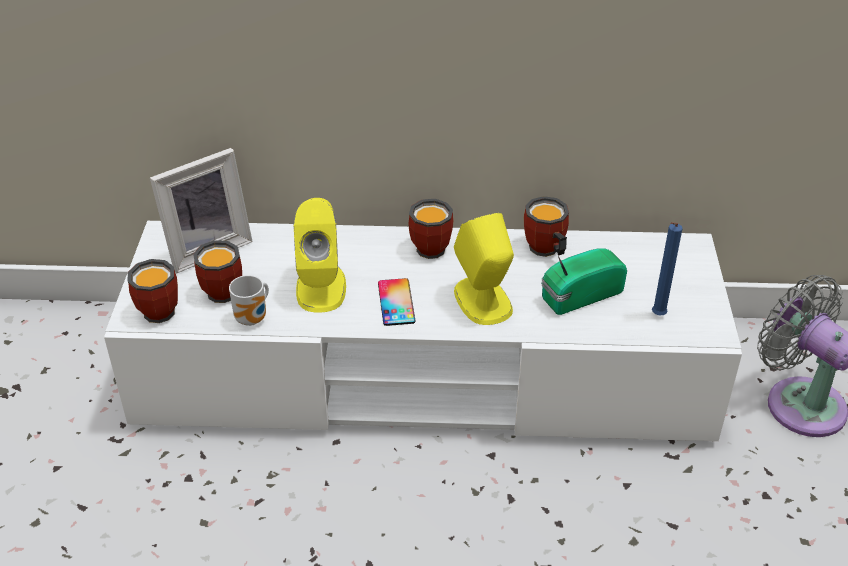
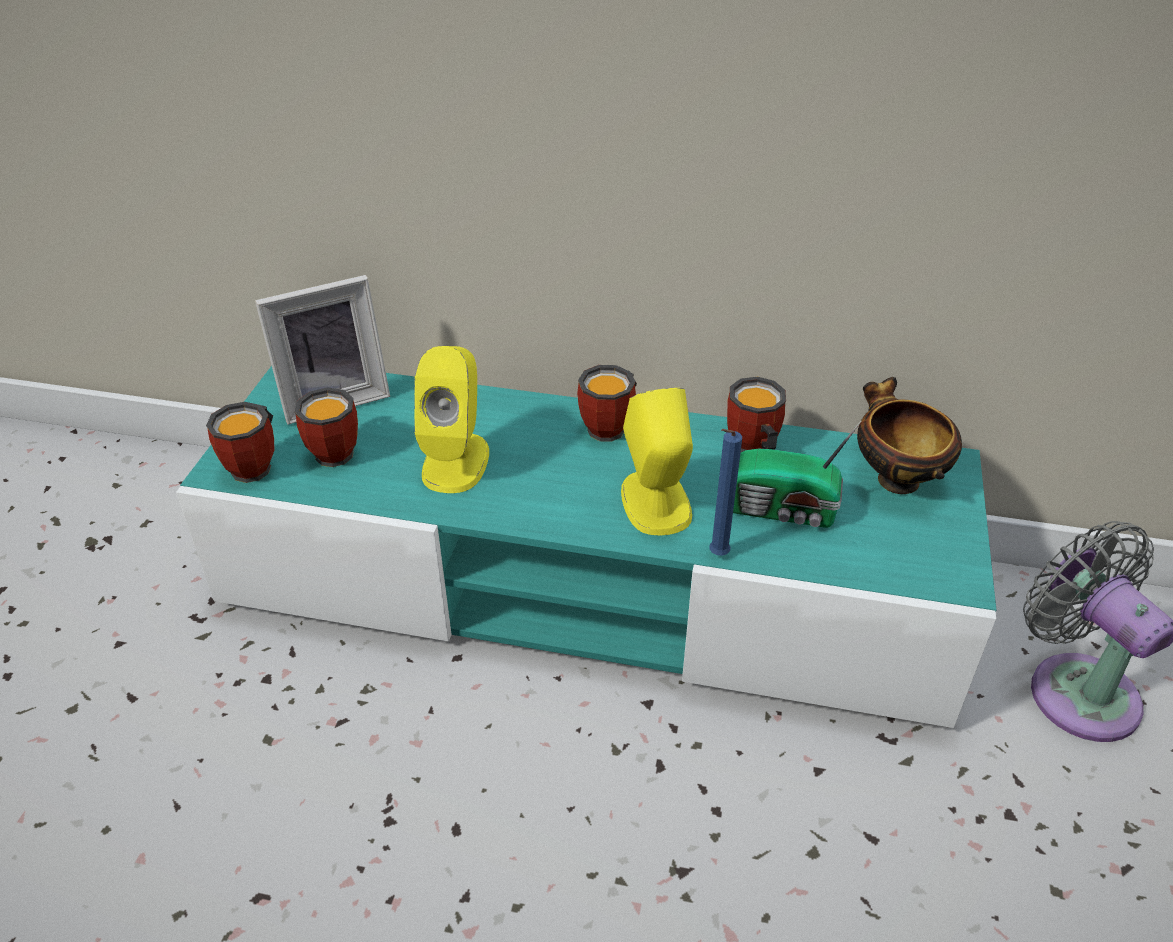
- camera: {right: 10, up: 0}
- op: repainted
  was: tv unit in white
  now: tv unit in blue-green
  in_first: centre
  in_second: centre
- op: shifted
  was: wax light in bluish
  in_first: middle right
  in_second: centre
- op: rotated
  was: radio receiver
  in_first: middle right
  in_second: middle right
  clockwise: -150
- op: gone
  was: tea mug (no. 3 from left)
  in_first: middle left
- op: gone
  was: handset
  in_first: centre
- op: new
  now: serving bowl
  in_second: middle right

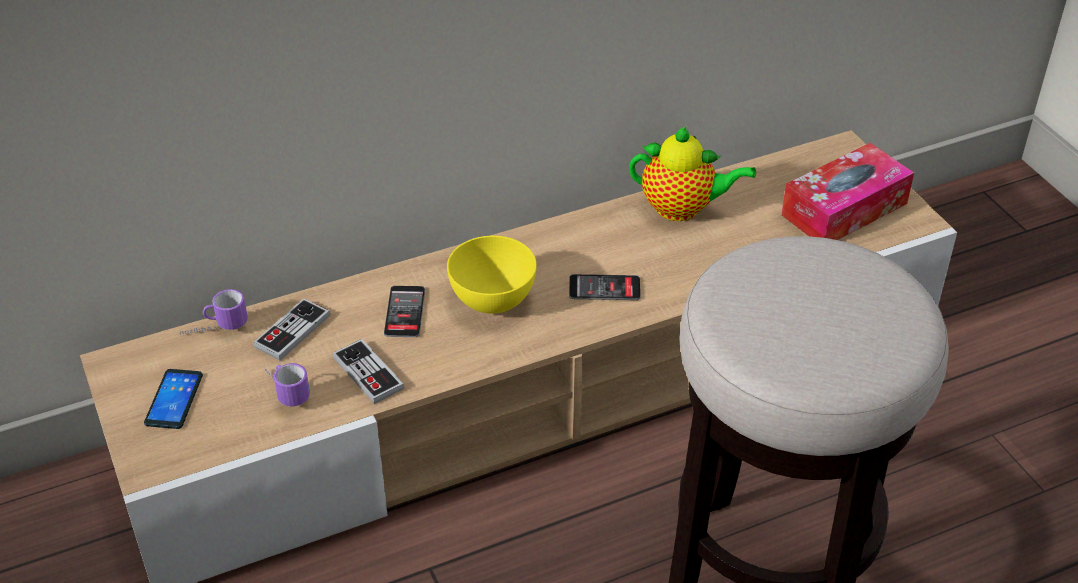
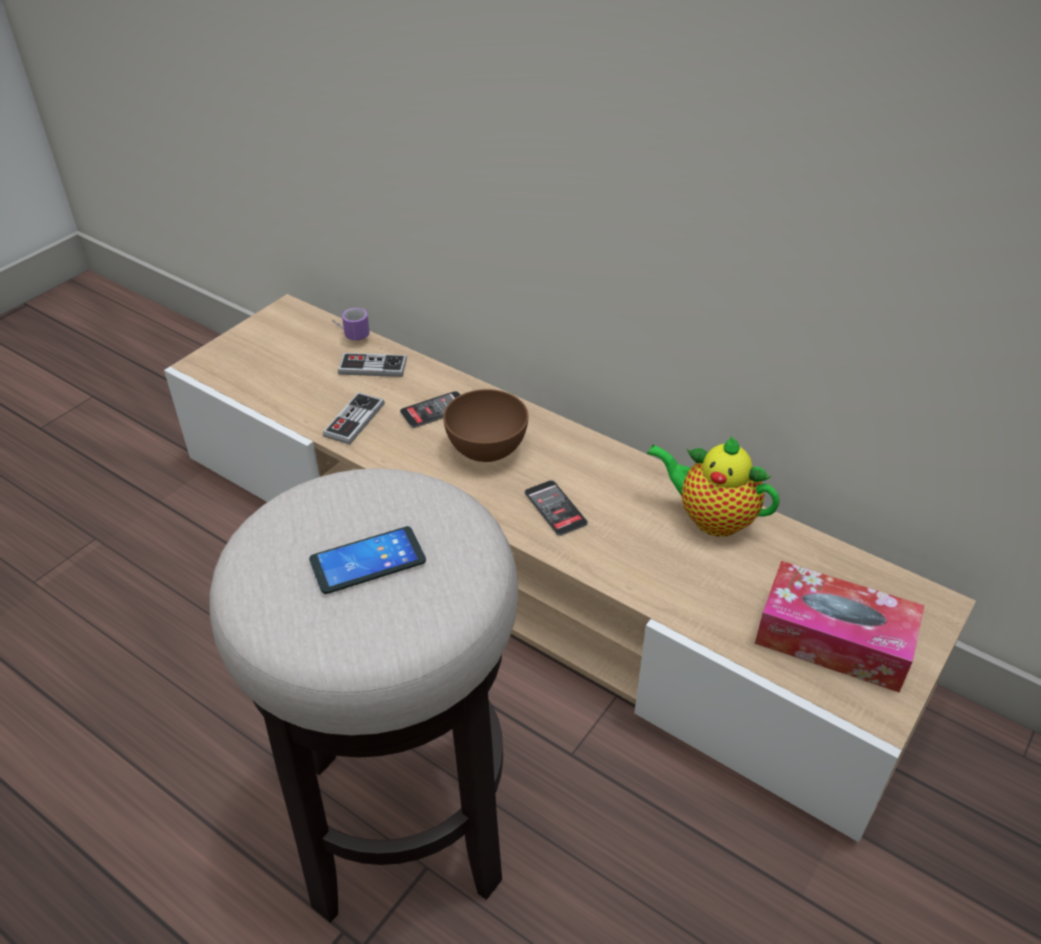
- camera: {right: 60, up: 0}
- op: rotated
  was: teapot
  in_first: top centre
  in_second: middle right
  clockwise: 135
- op: repainted
  was: serving bowl in yellowish
  now: serving bowl in brownish
  in_first: centre
  in_second: centre
- op: gone
  was: tea mug (no. 2 from left)
  in_first: middle left
- op: shifted
  was: handset (no. 1 from left)
  in_first: bottom left
  in_second: centre

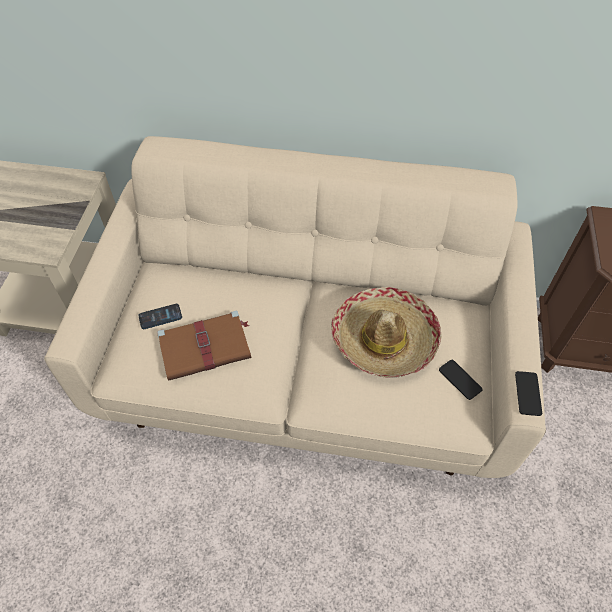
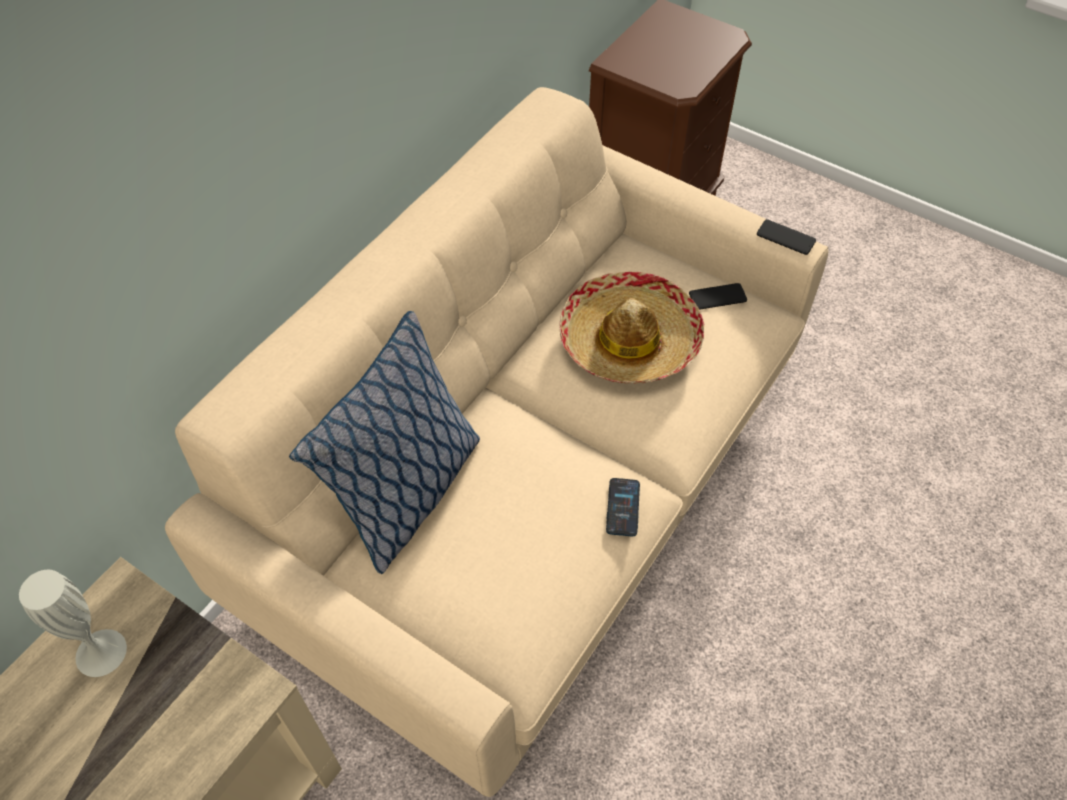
- camera: {right: -65, up: 0}
- op: shifted
  was: handset (no. 1 from left)
  in_first: middle left
  in_second: centre
- op: gone
  was: book in brownish
  in_first: centre
- op: new
  now: cushion
  in_second: centre
- op: new
  now: vase in white
  in_second: bottom left

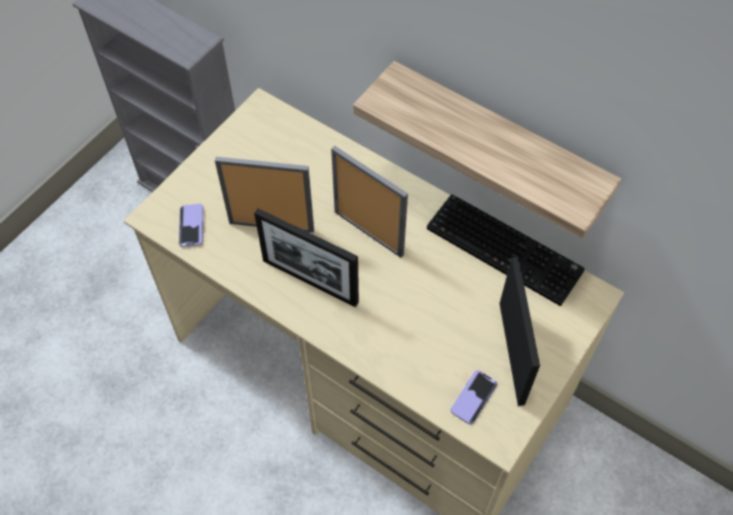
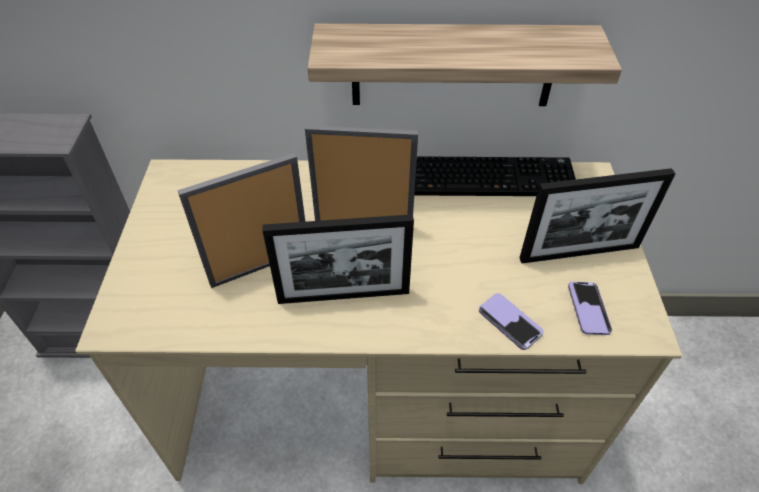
- camera: {right: -35, up: -10}
- op: shifted
  was: handset (no. 1 from left)
  in_first: middle left
  in_second: middle right
- op: rotated
  was: standing frame (no. 4 from left)
  in_first: middle right
  in_second: middle right
  clockwise: 120

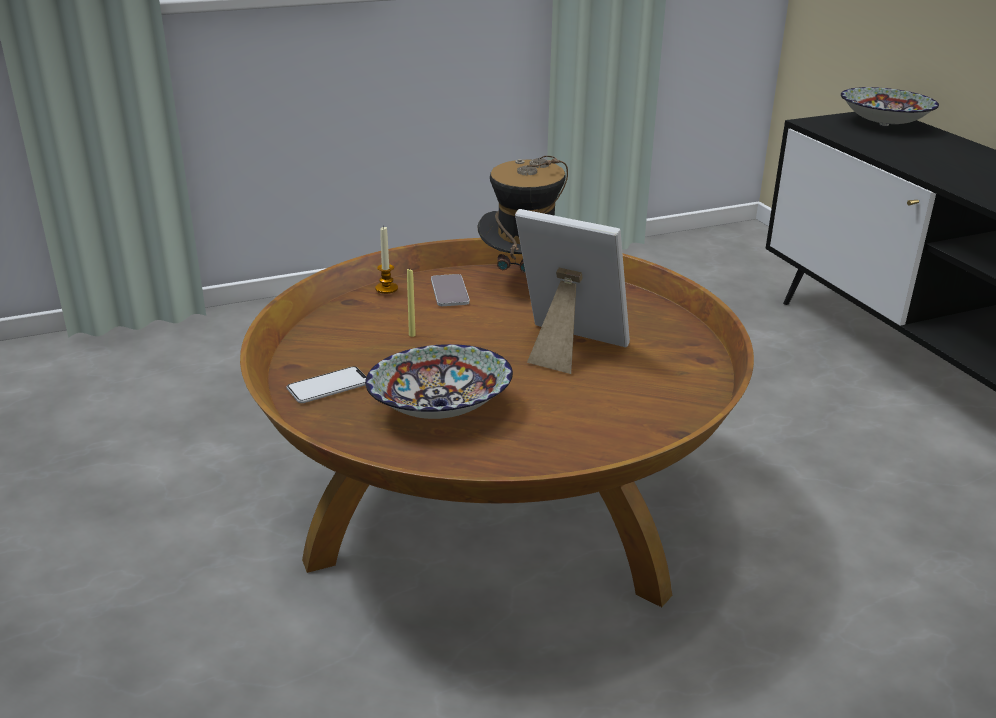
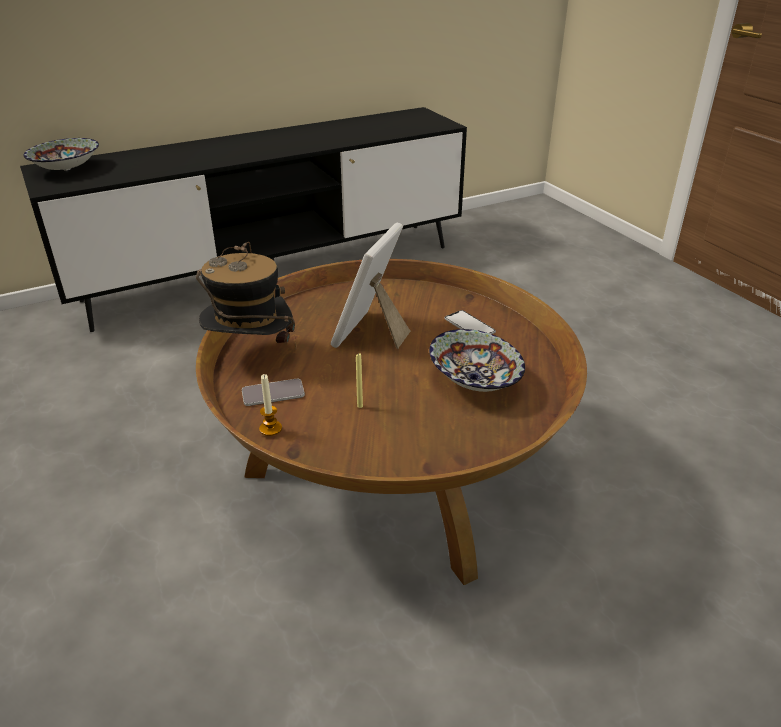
- camera: {right: -95, up: 5}
- op: shifted
  was: handset (no. 1 from left in the first image)
  now: handset (no. 2 from left)
  in_first: middle left
  in_second: centre

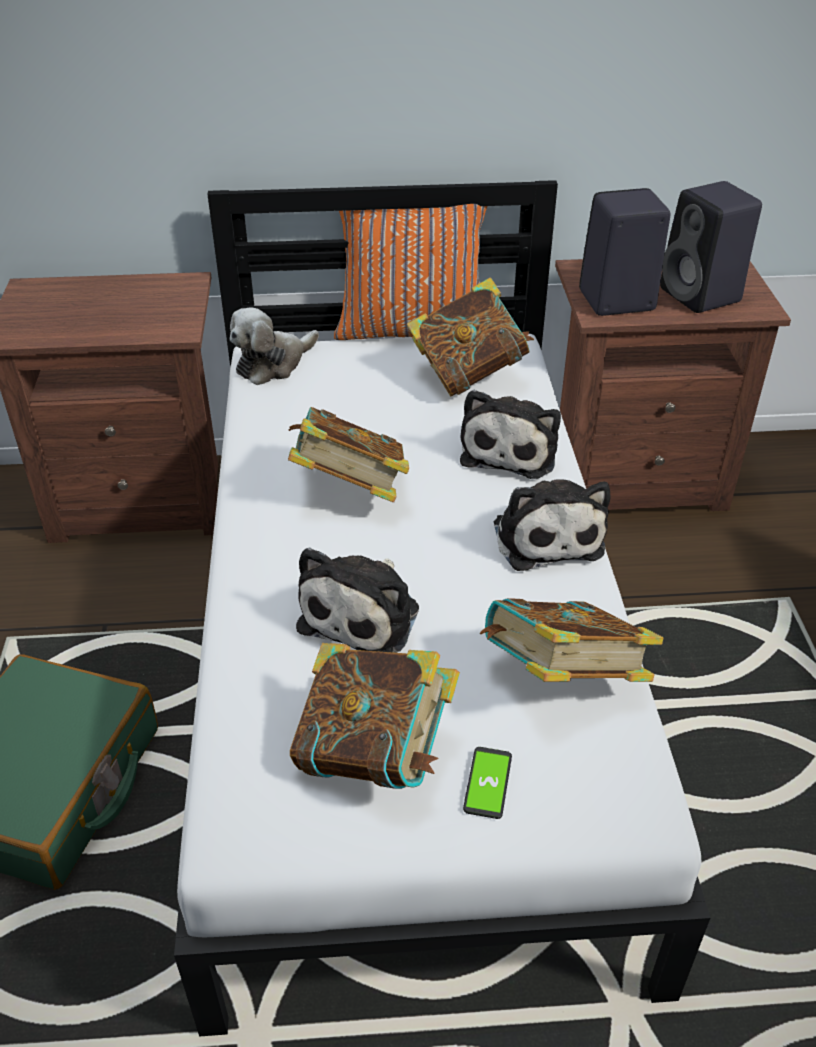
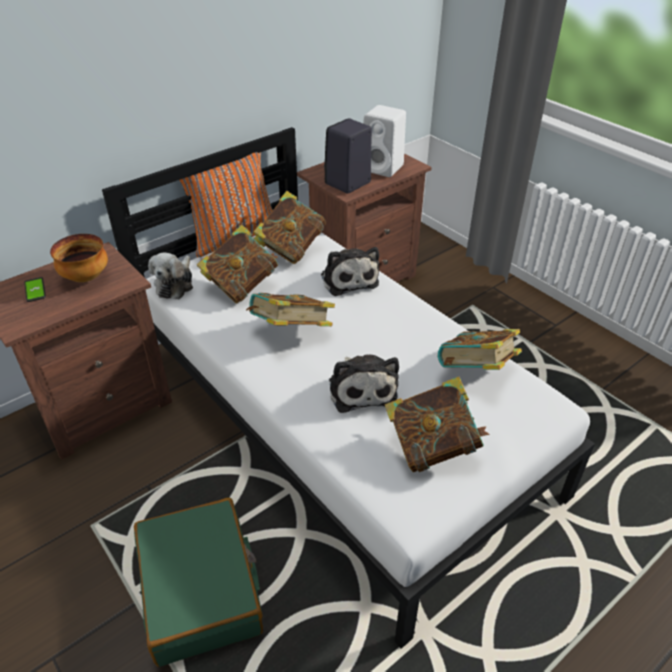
- camera: {right: -35, up: 0}
- op: repainted
  was: speaker in black-coloured (no. 2 from left)
  now: speaker in white
  in_first: top right
  in_second: top centre
- op: gone
  was: cuddly toy (no. 4 from left)
  in_first: middle right
- op: shifted
  was: handset
  in_first: bottom centre
  in_second: middle left
- op: new
  now: book (no. 1 from left)
  in_second: centre
- op: new
  now: serving bowl
  in_second: middle left

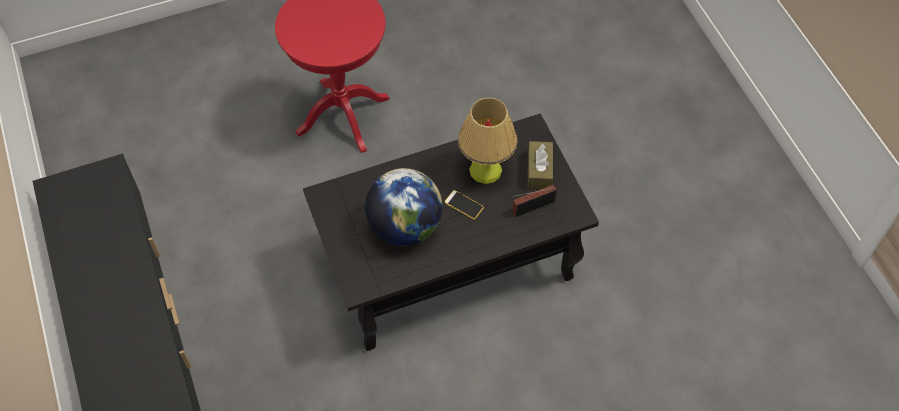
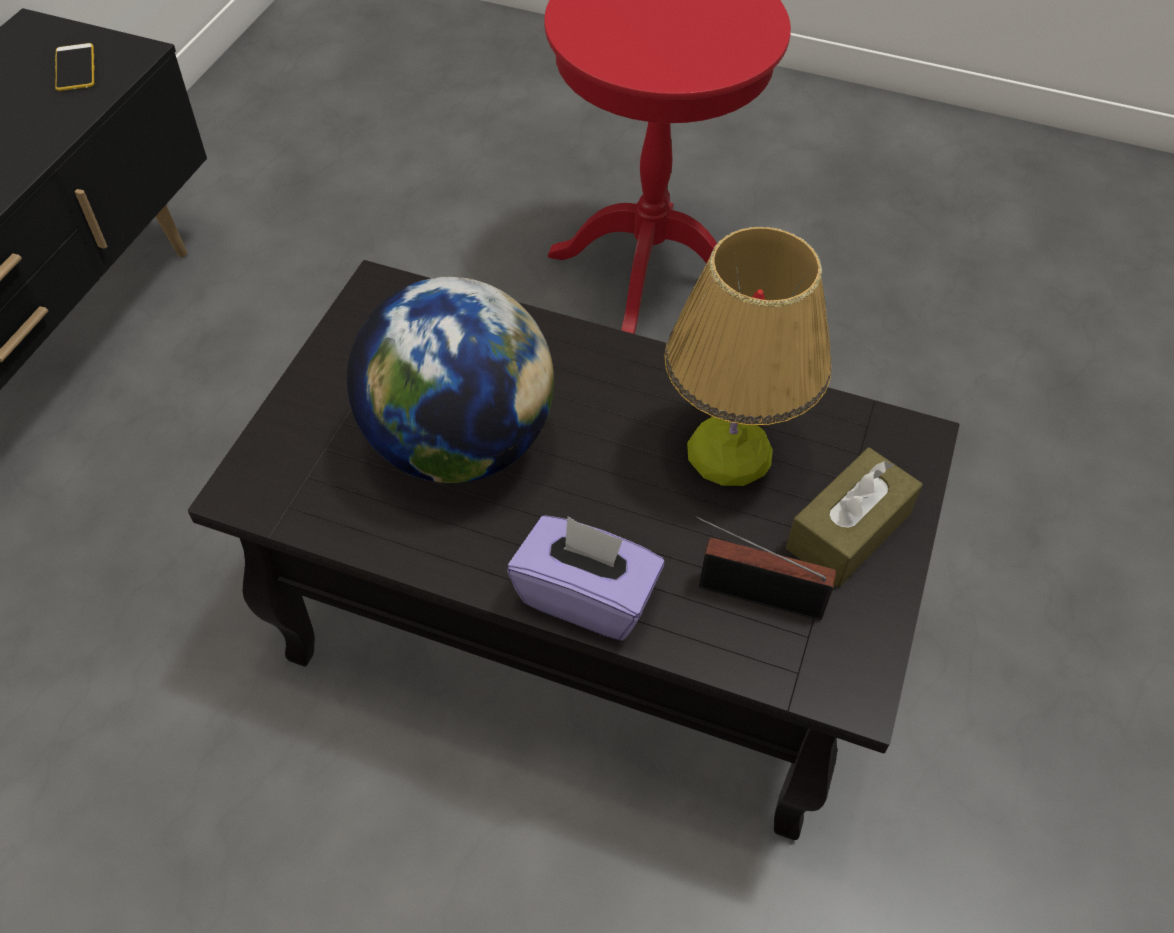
- camera: {right: 40, up: -5}
- op: shifted
  was: handset
  in_first: centre
  in_second: top left
- op: new
  now: tissue holder in purple-coloured
  in_second: centre

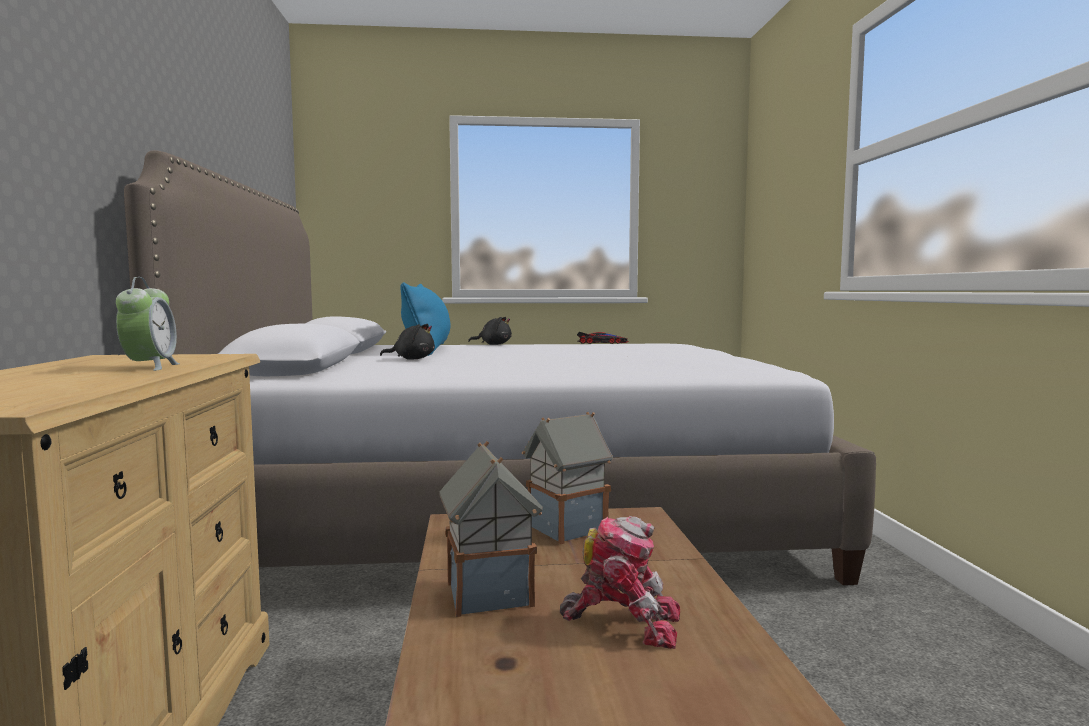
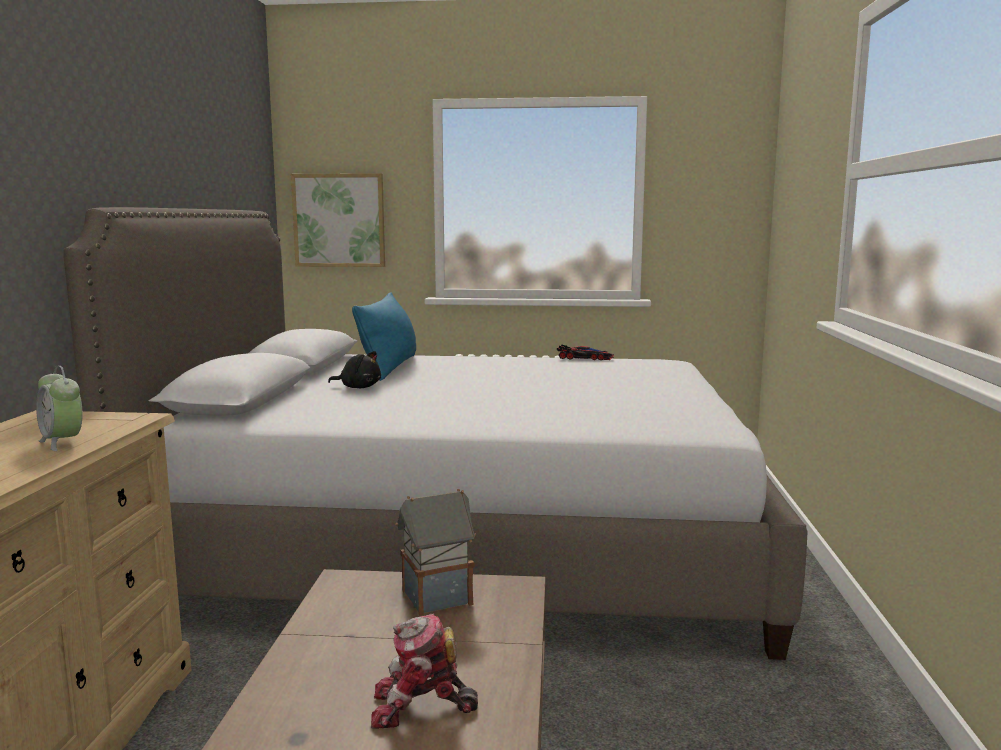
- camera: {right: 10, up: 5}
- op: rotated
  was: alarm clock
  in_first: middle left
  in_second: middle left
  clockwise: 135
- op: gone
  was: cuddly toy in black-coloured (no. 2 from left)
  in_first: centre
- op: gone
  was: model house (no. 1 from left)
  in_first: bottom centre
- op: rotated
  was: model robot
  in_first: bottom centre
  in_second: bottom centre
  clockwise: 150
- op: new
  now: picture
  in_second: top centre

